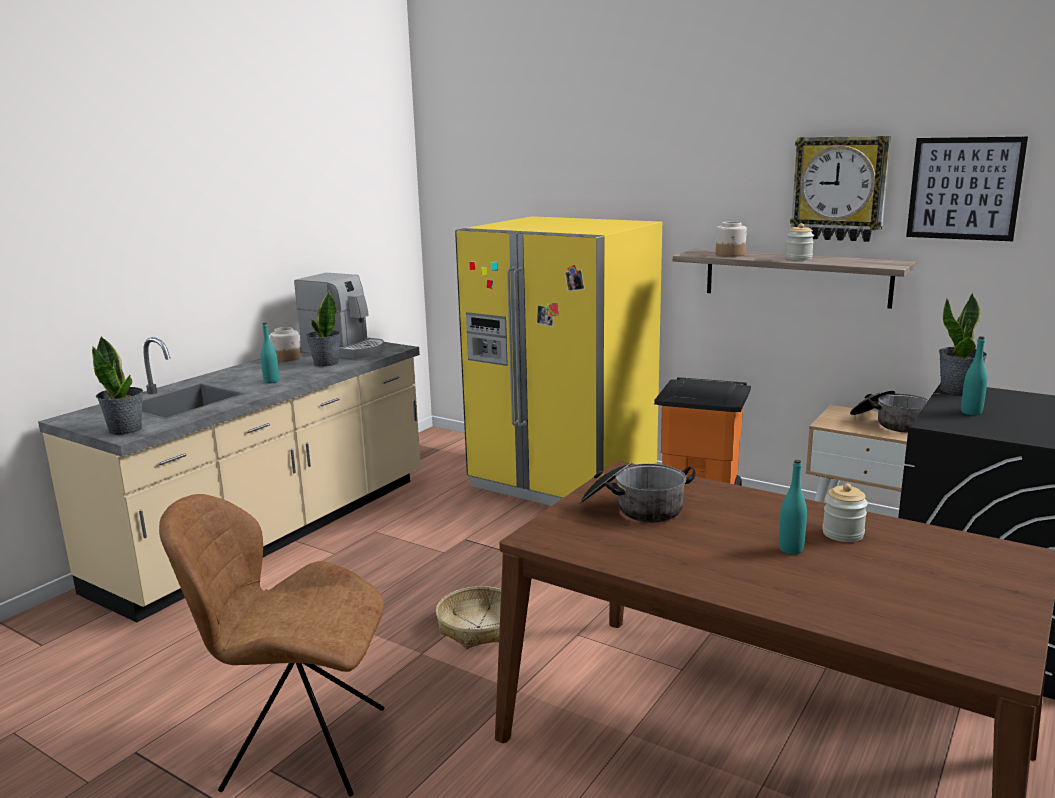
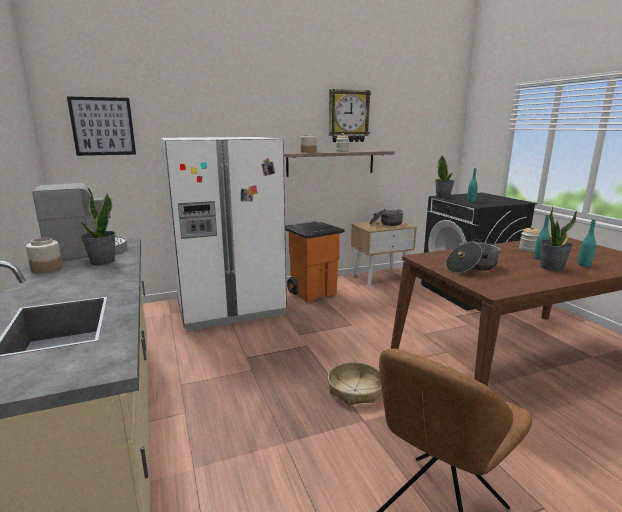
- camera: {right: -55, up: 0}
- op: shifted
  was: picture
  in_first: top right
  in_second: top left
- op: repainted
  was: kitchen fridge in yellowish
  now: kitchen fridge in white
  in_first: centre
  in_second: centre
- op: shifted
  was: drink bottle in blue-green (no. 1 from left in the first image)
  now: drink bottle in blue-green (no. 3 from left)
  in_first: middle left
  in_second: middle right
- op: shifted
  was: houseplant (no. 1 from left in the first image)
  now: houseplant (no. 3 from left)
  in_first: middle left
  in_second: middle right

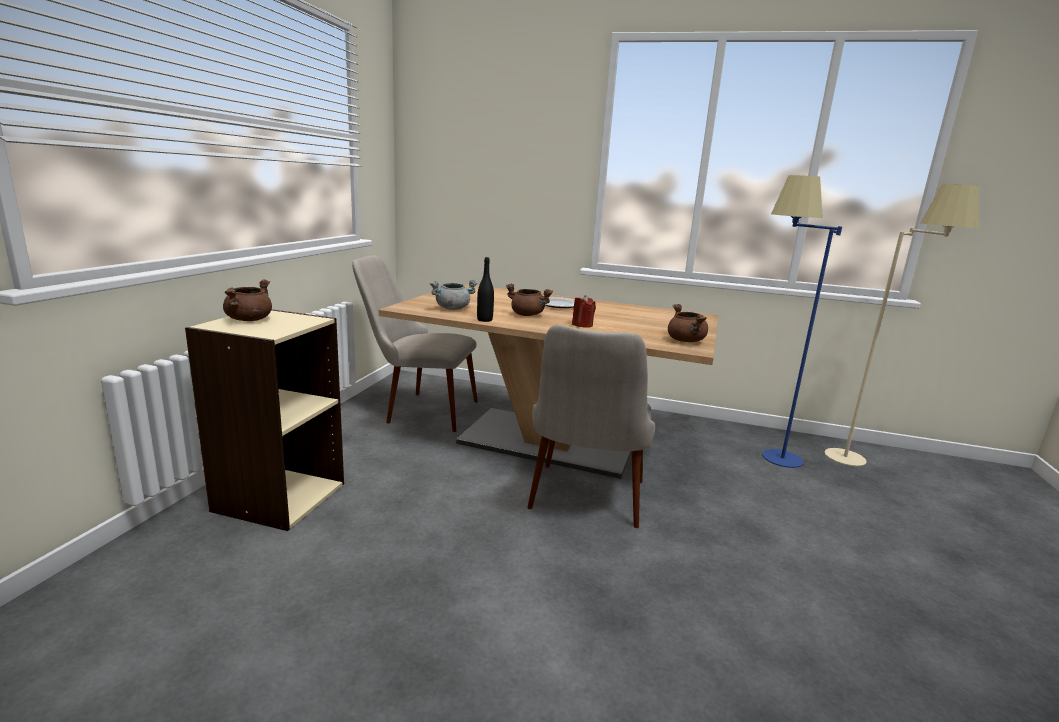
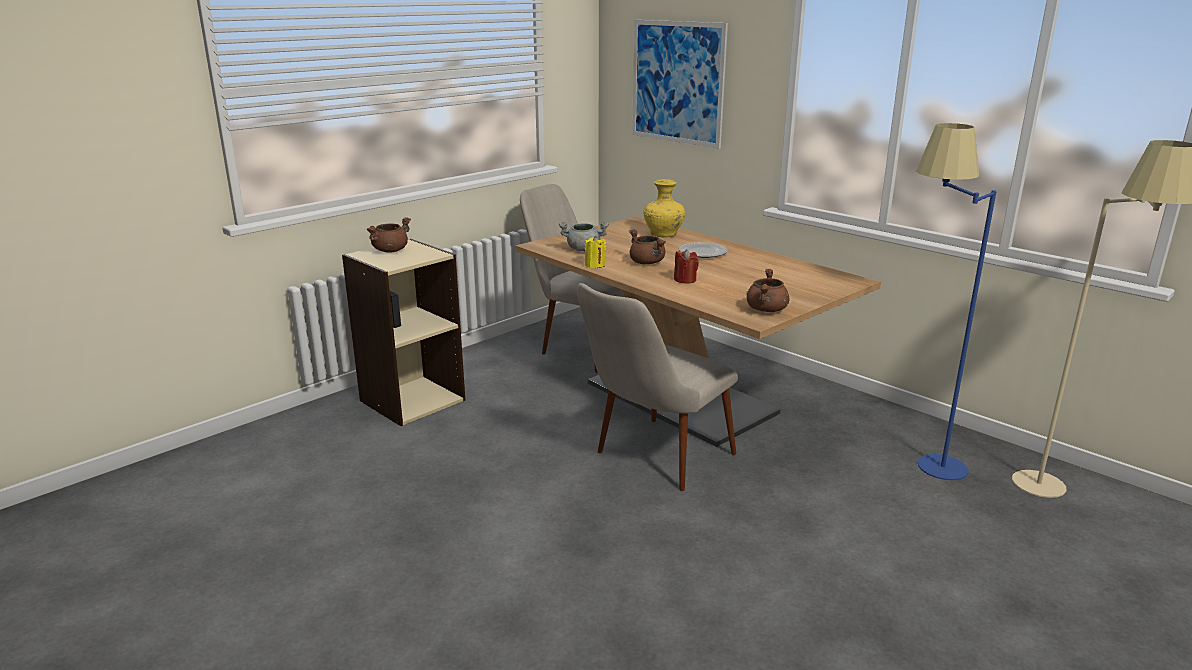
- camera: {right: 30, up: 5}
- op: swapped
  was: drink bottle in black-coloured
  now: wax light in yellowish
  in_first: centre
  in_second: centre
- op: new
  now: picture
  in_second: top centre
- op: new
  now: vase in yellowish
  in_second: top centre

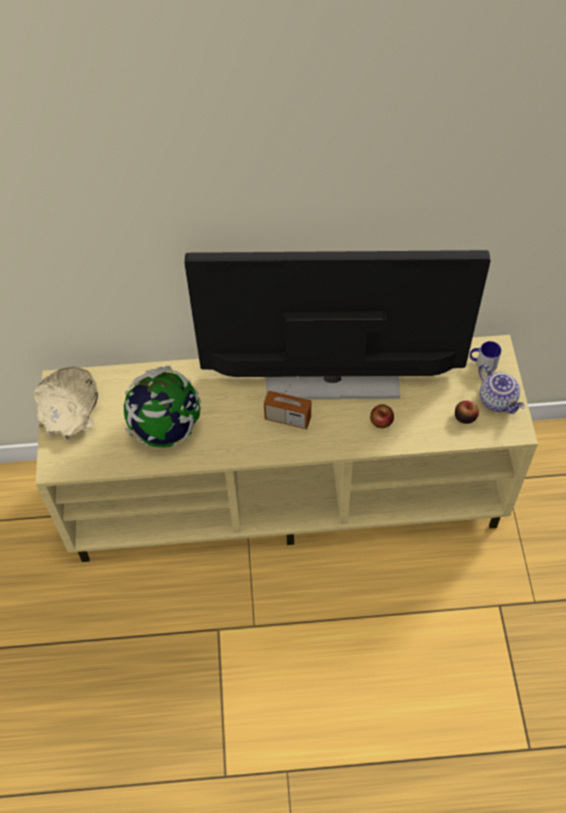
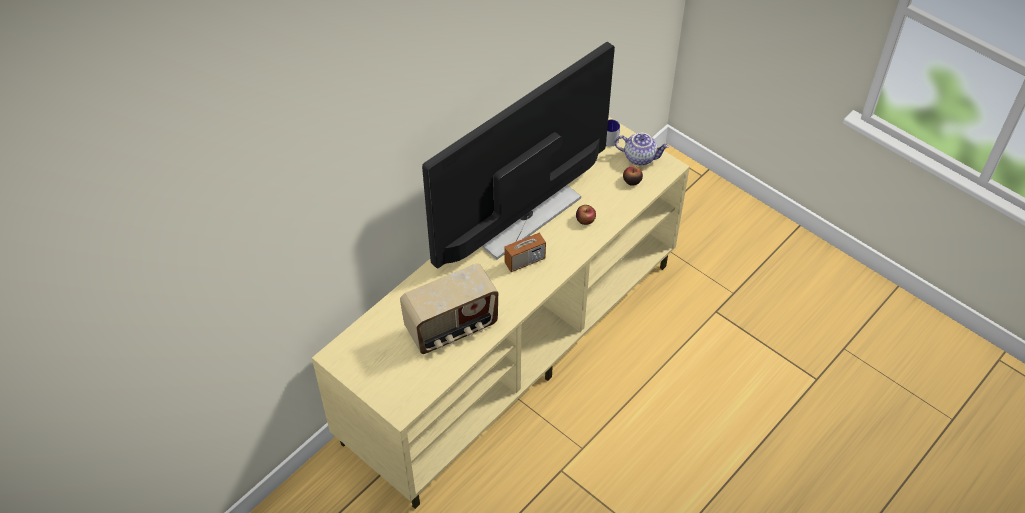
- camera: {right: -45, up: -5}
- op: swapped
  was: desk globe
  now: radio receiver (no. 1 from left)
  in_first: middle left
  in_second: centre
- op: gone
  was: serving bowl in sand-coloured
  in_first: middle left

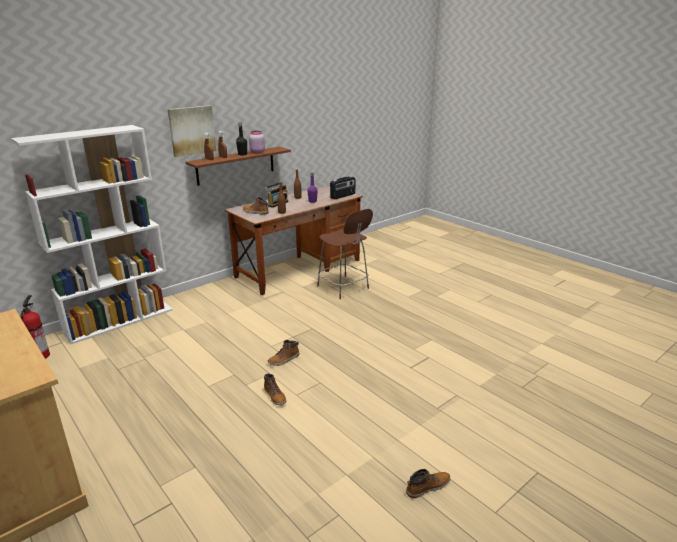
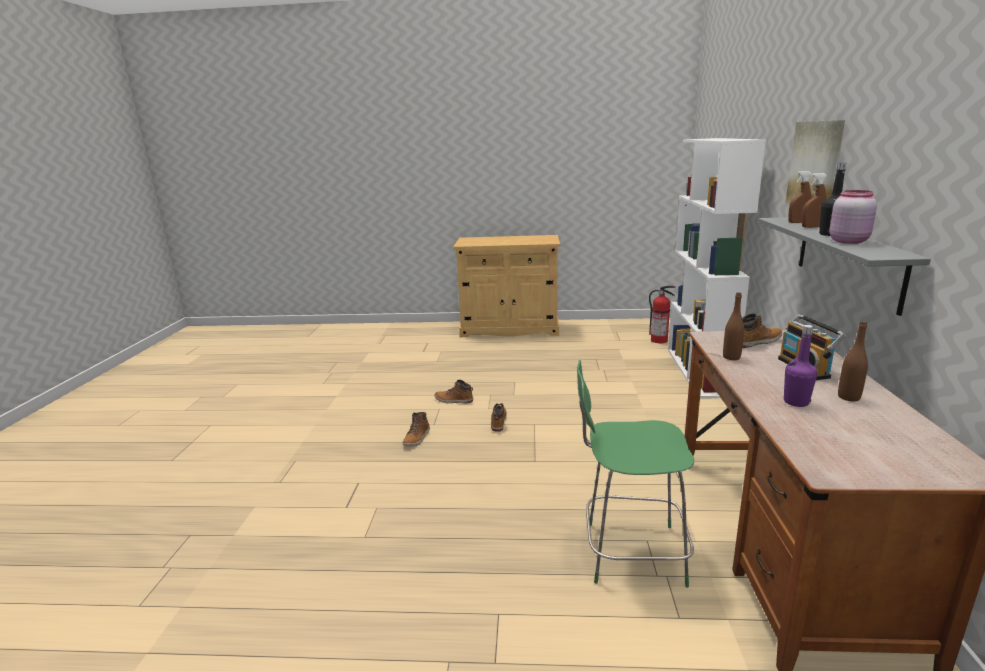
- camera: {right: 135, up: -5}
- op: repainted
  was: shelf in brownish
  now: shelf in grey
  in_first: top centre
  in_second: middle right
- op: gone
  was: radio receiver (no. 2 from left)
  in_first: centre
- op: repainted
  was: plain chair in brownish
  now: plain chair in green
  in_first: centre
  in_second: bottom centre
- op: shifted
  was: boot (no. 4 from left in the first image)
  now: boot (no. 1 from left)
  in_first: bottom centre
  in_second: centre

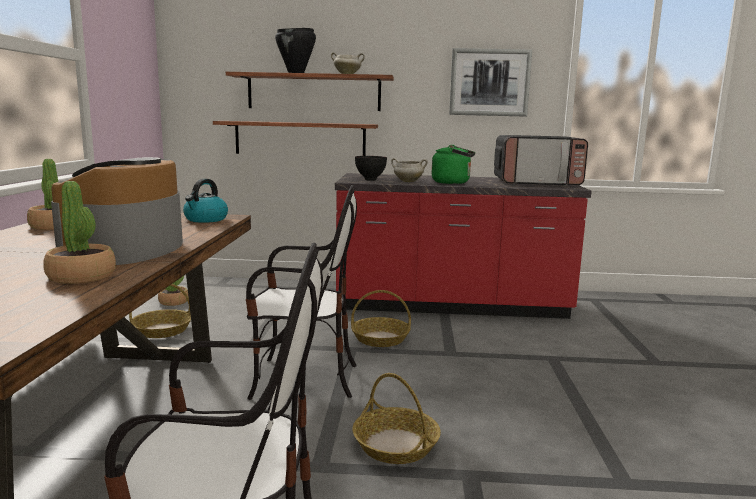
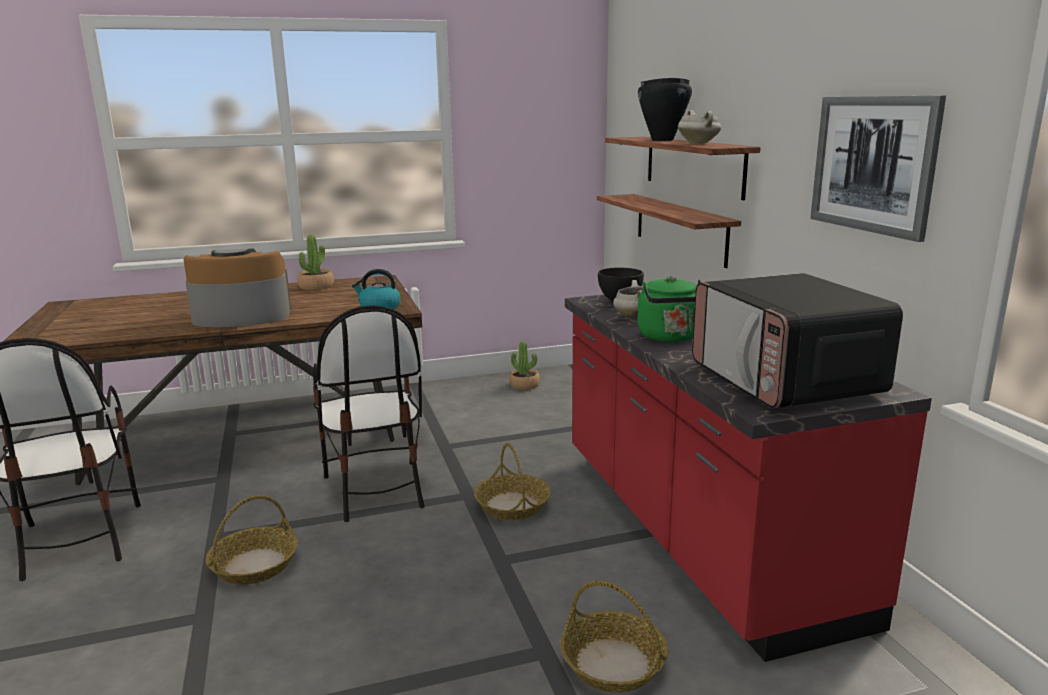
- camera: {right: 70, up: 5}
- op: gone
  was: houseplant (no. 2 from left)
  in_first: middle left
- op: shifted
  was: basket (no. 1 from left in the first image)
  now: basket (no. 3 from left)
  in_first: middle left
  in_second: bottom centre

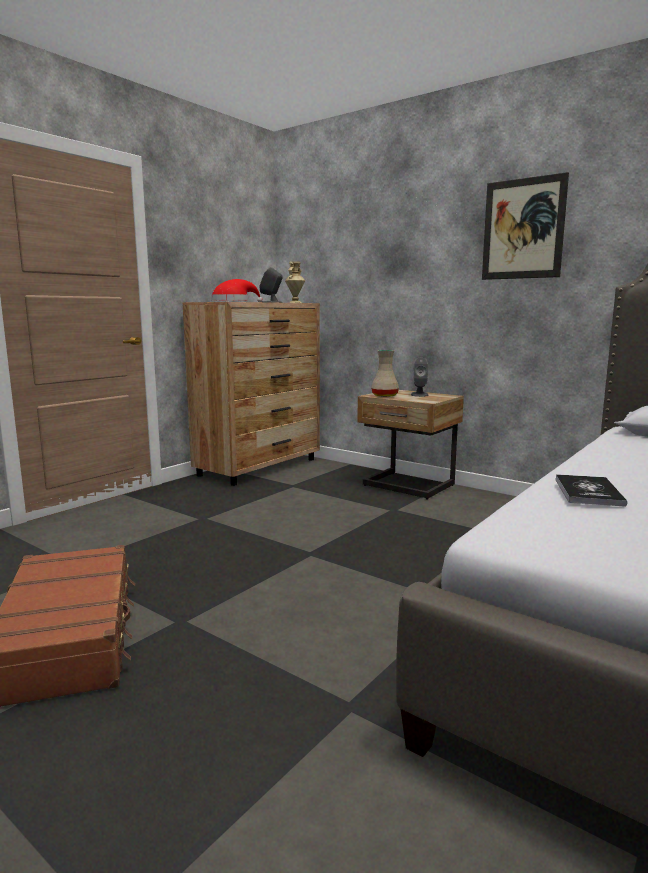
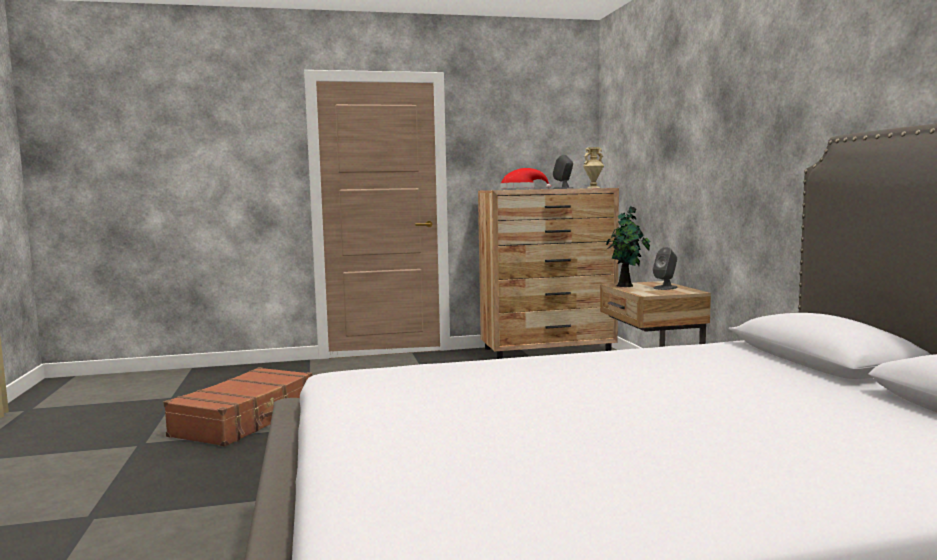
- camera: {right: 40, up: -5}
- op: gone
  was: picture
  in_first: top right
- op: swapped
  was: vase in sand-coloured (no. 2 from left)
  now: houseplant
  in_first: centre
  in_second: middle right
- op: gone
  was: book
  in_first: middle right

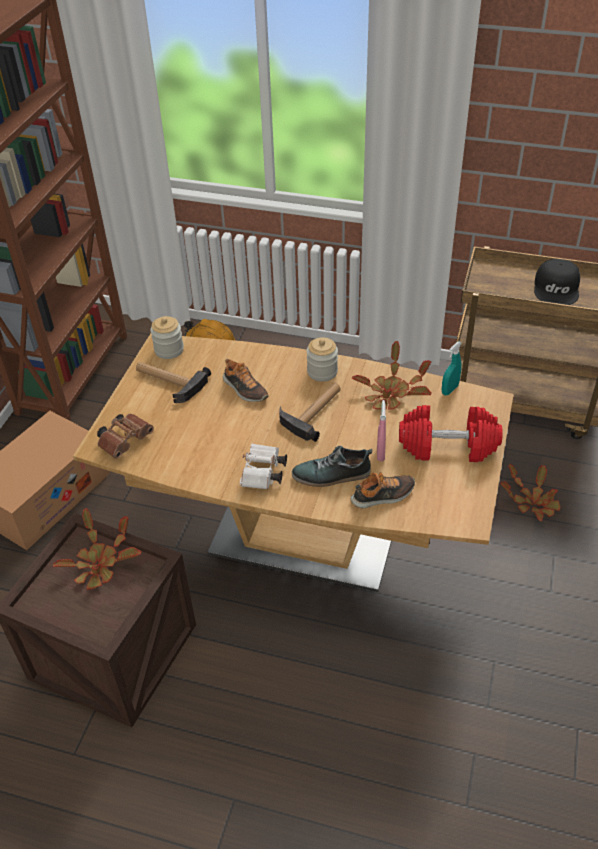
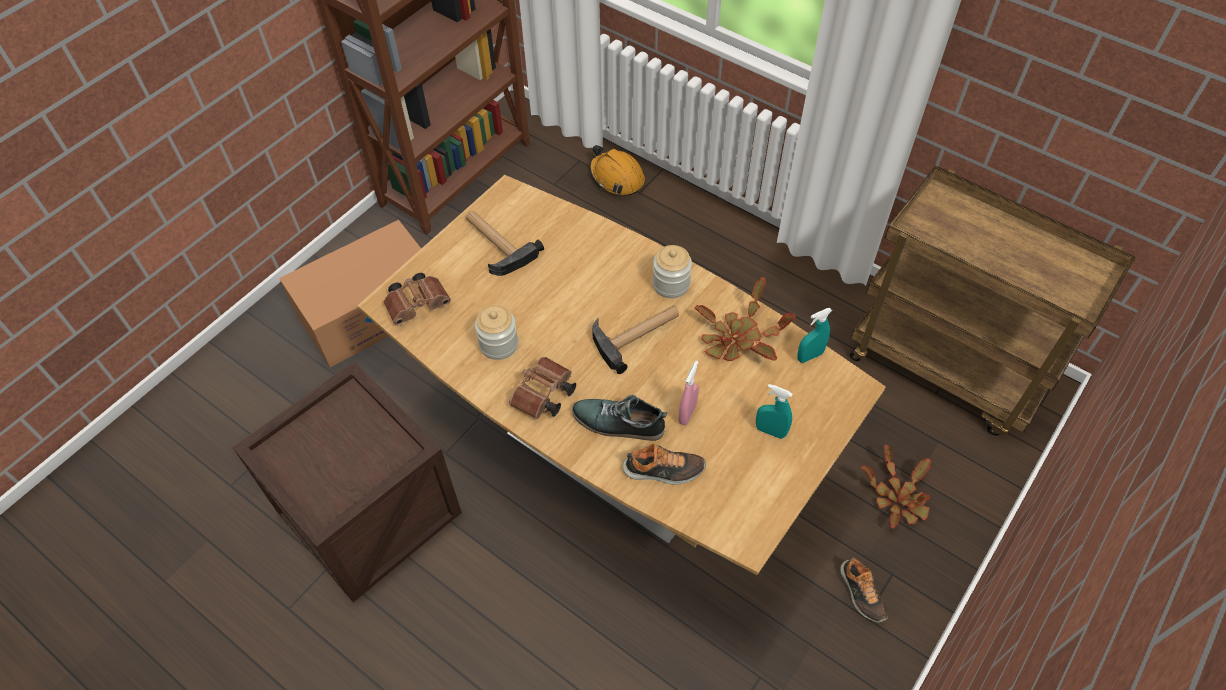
- camera: {right: 20, up: 10}
- op: gone
  was: cap in black-coloured
  in_first: top right
- op: shifted
  was: preserve jar (no. 1 from left)
  in_first: middle left
  in_second: centre
- op: shifted
  was: item of footwear (no. 1 from left in the first image)
  now: item of footwear (no. 3 from left)
  in_first: centre
  in_second: bottom right
- op: swapped
  was: hand weight in red-coloured
  now: sprayer in blue-green (no. 1 from left)
  in_first: middle right
  in_second: centre
- op: repainted
  was: field glasses in white
  now: field glasses in brownish (no. 2 from left)
  in_first: centre
  in_second: centre
- op: gone
  was: houseplant (no. 1 from left)
  in_first: middle left

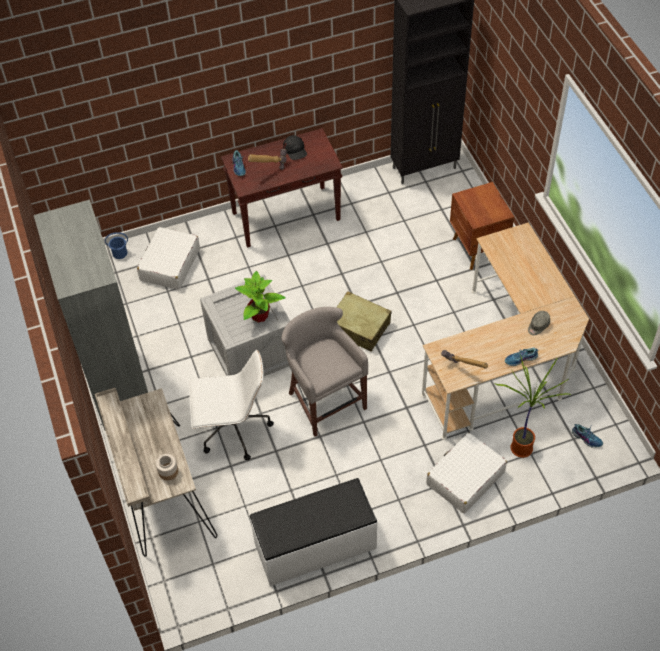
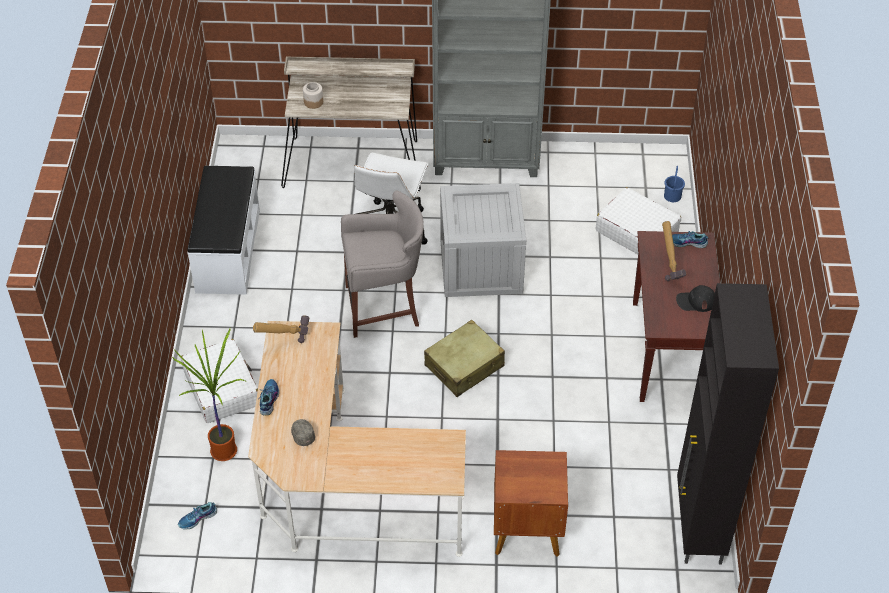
- camera: {right: 110, up: -5}
- op: gone
  was: houseplant (no. 1 from left)
  in_first: centre

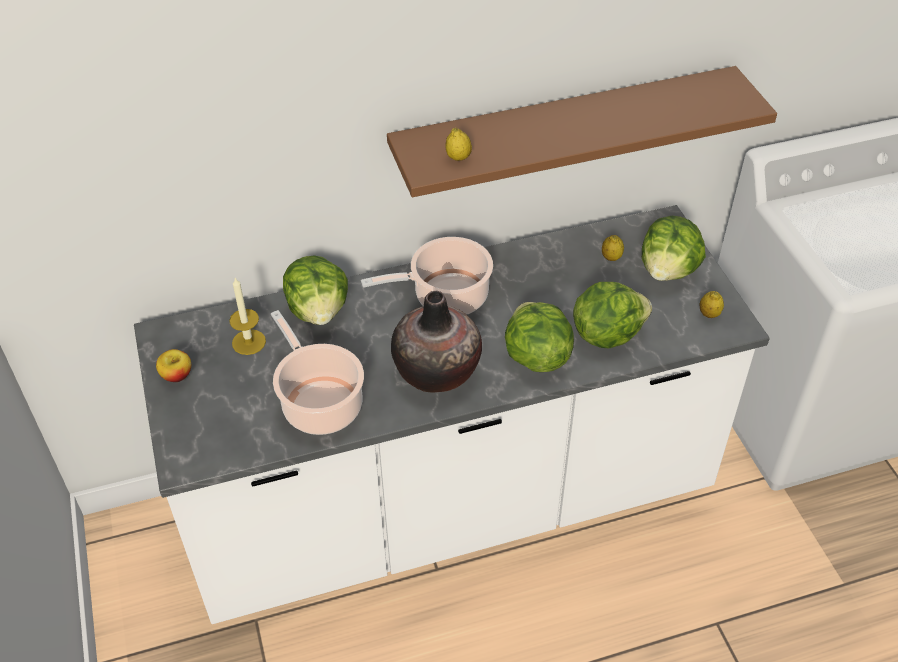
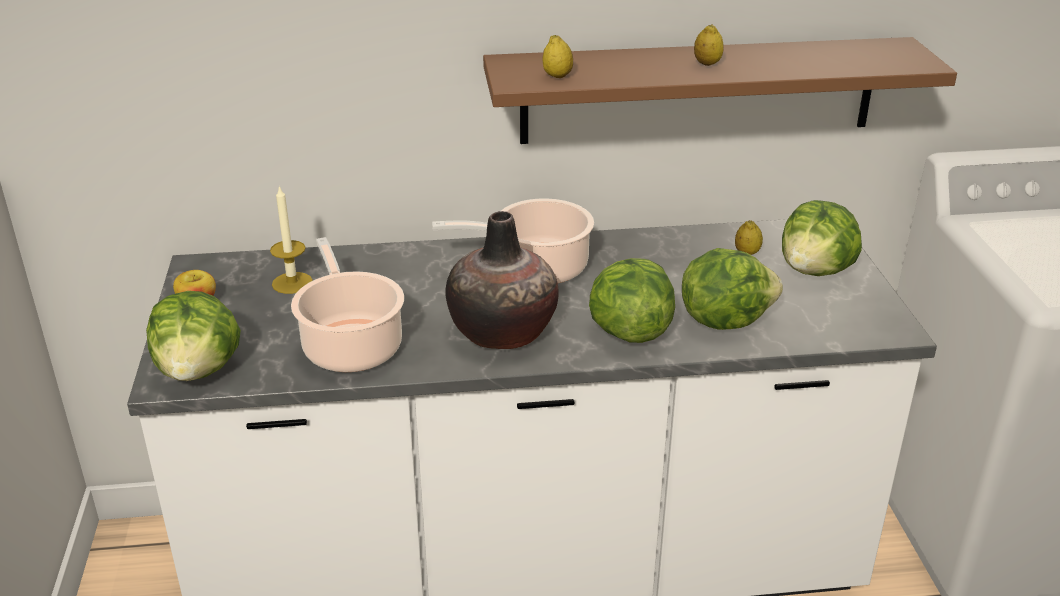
- camera: {right: 10, up: -15}
- op: shifted
  was: lettuce (no. 1 from left)
  in_first: centre
  in_second: middle left
- op: shifted
  was: whole lemon (no. 3 from left in the first image)
  now: whole lemon (no. 2 from left)
  in_first: middle right
  in_second: top right

